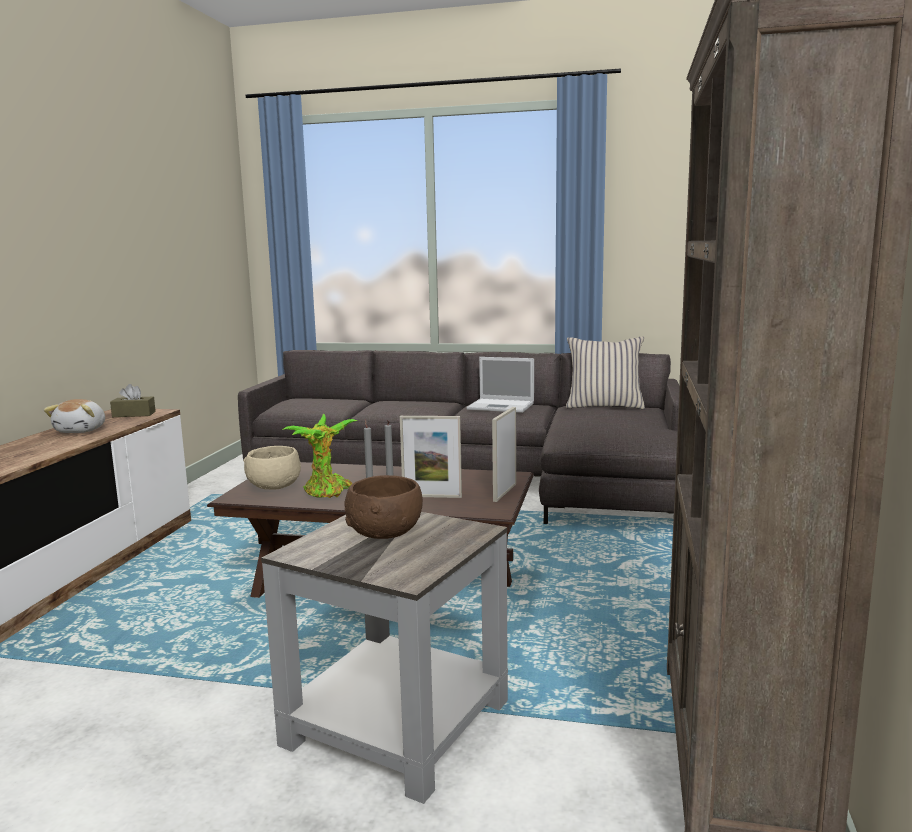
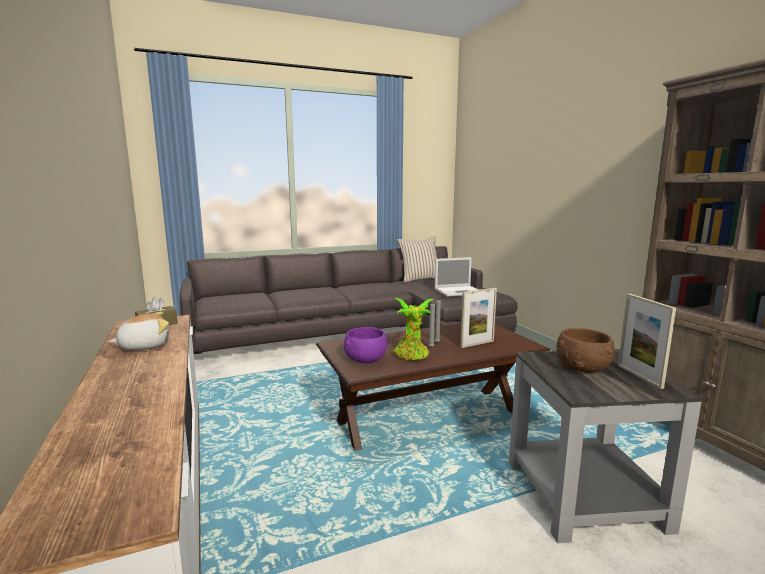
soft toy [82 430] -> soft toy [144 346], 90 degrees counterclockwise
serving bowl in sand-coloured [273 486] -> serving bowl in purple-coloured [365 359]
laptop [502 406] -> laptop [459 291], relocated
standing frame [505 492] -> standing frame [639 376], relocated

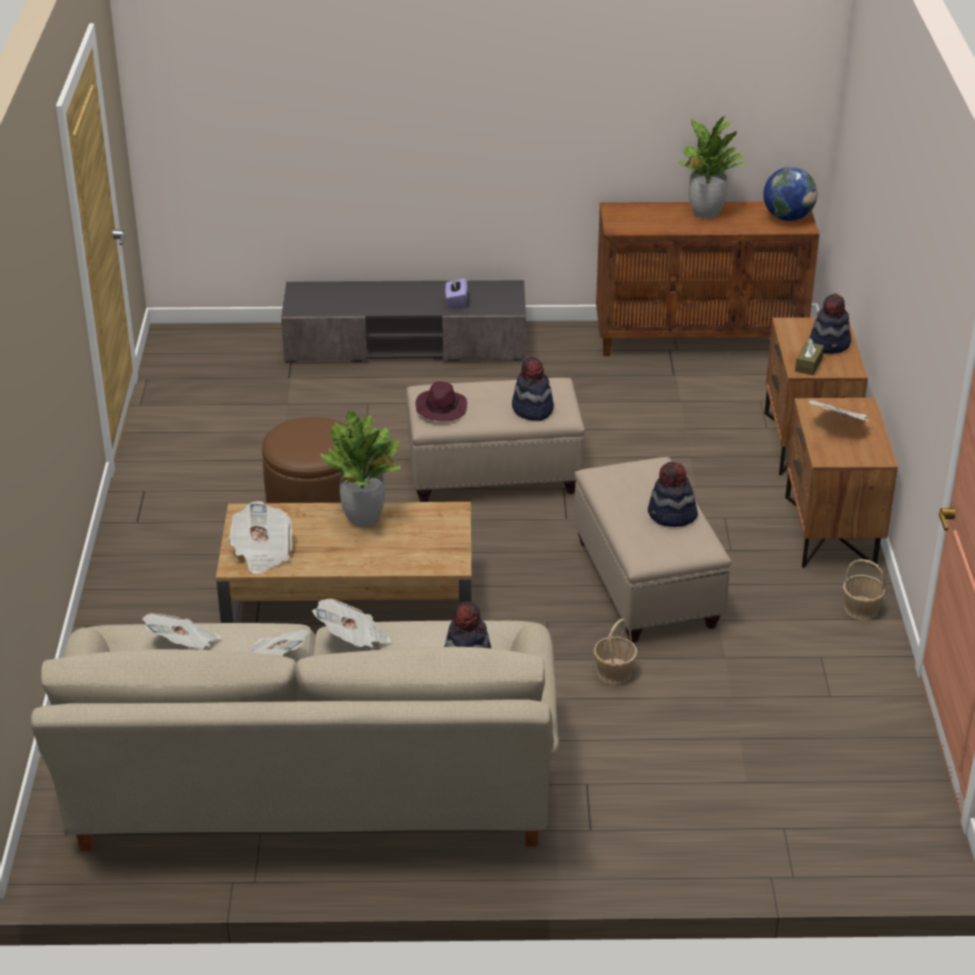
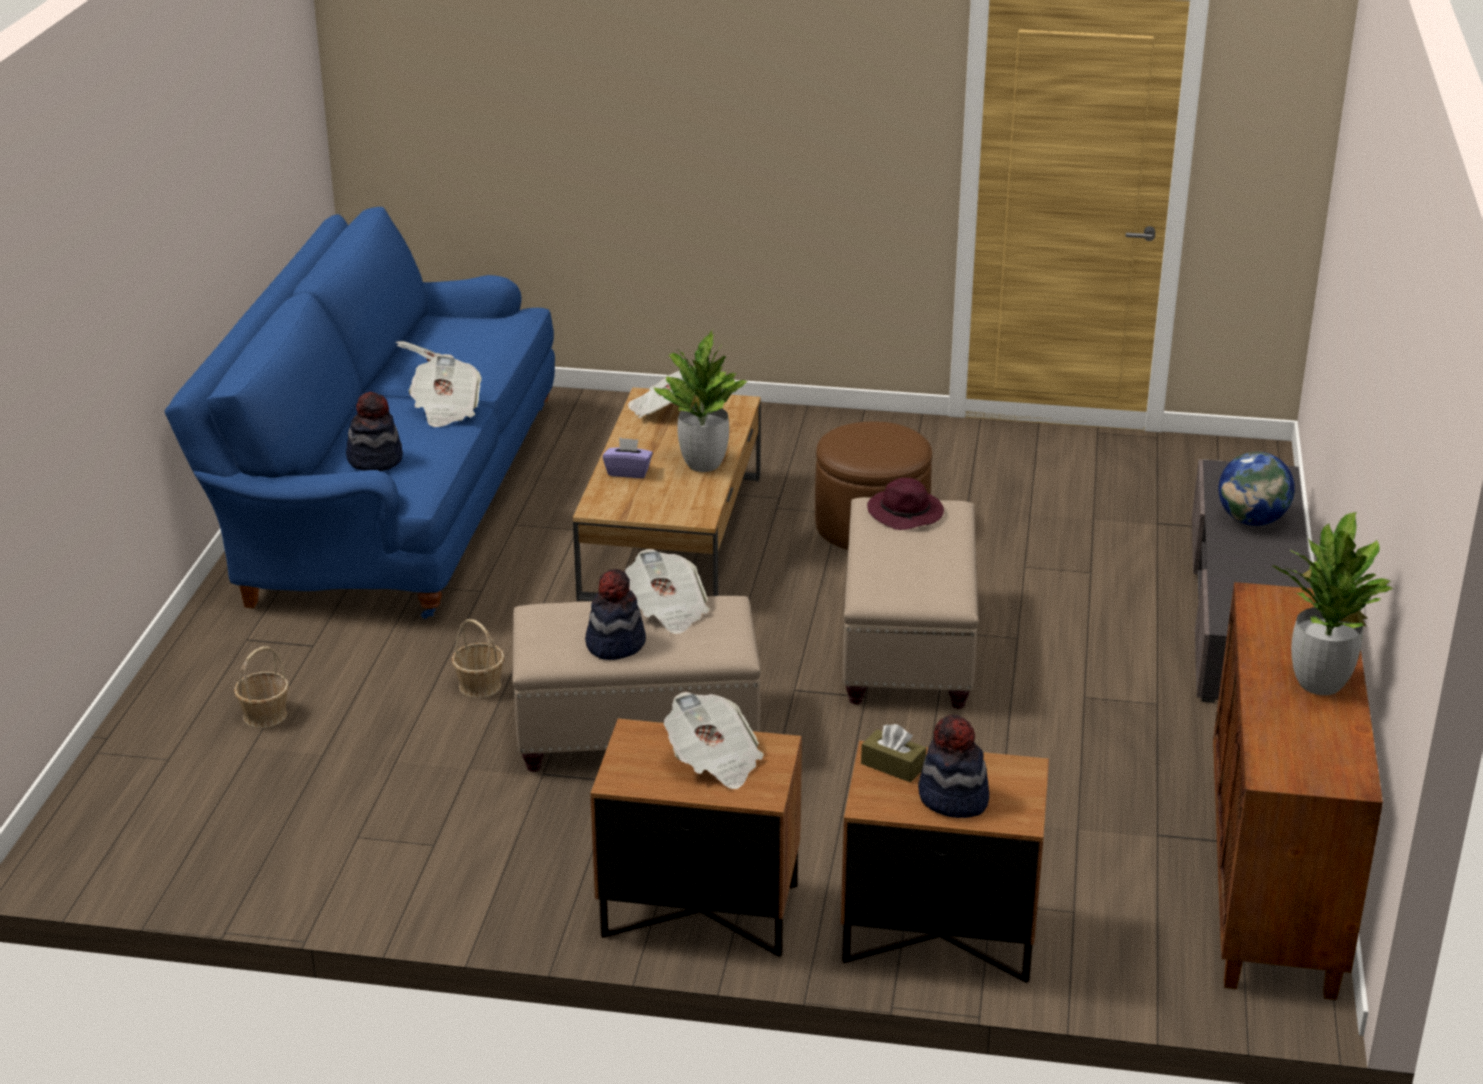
settee in sand-coloured [313 793] -> settee in bluish [391 500]
household basket [861 609] -> household basket [264 715], relocated
box of tissues in purple-coloured [456 301] -> box of tissues in purple-coloured [628 472], relocated
newspaper [184 646] -> newspaper [667 611], relocated
desk globe [787 217] -> desk globe [1252 520], relocated
clothing hat [532 409] -> none

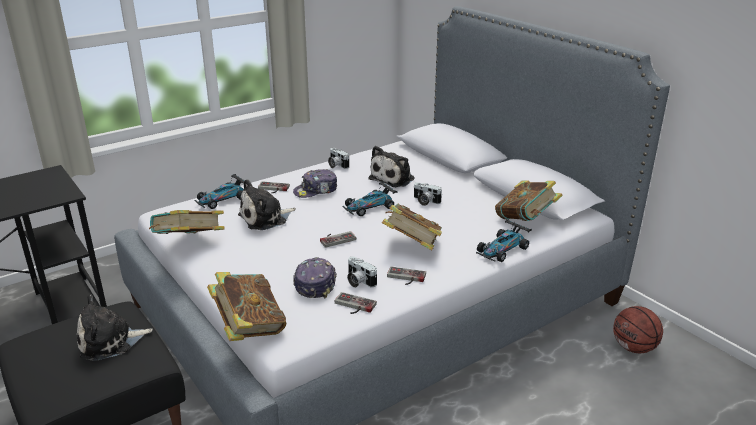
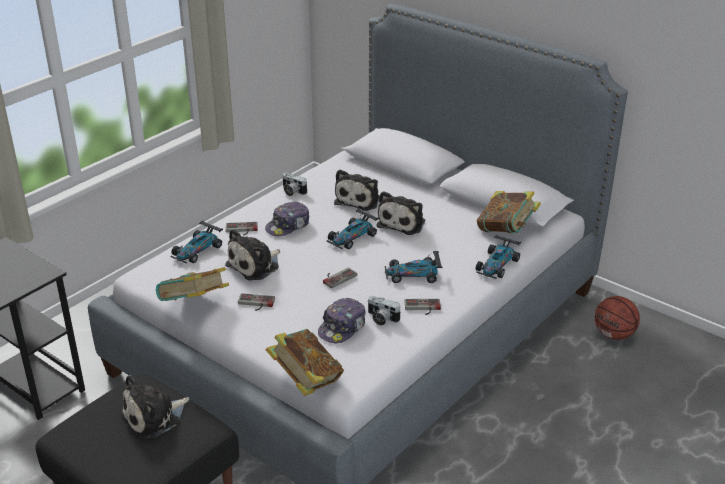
gamepad [353 306] -> gamepad [255 304], relocated
cap [315 284] -> cap [342 327], 135 degrees counterclockwise
photo camera [425 201] -> soft toy [403 223]
book [412 246] -> toy car [413 274]

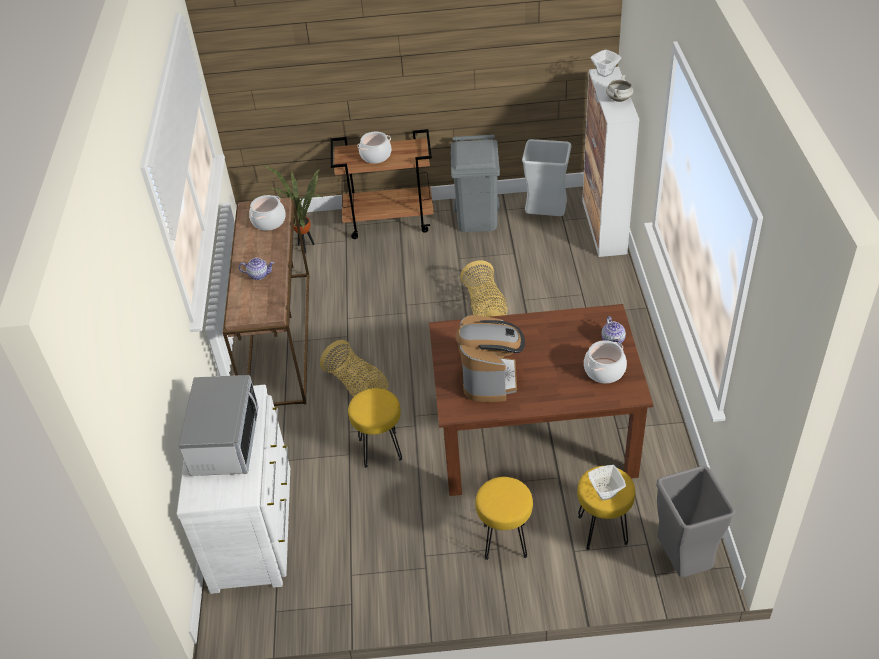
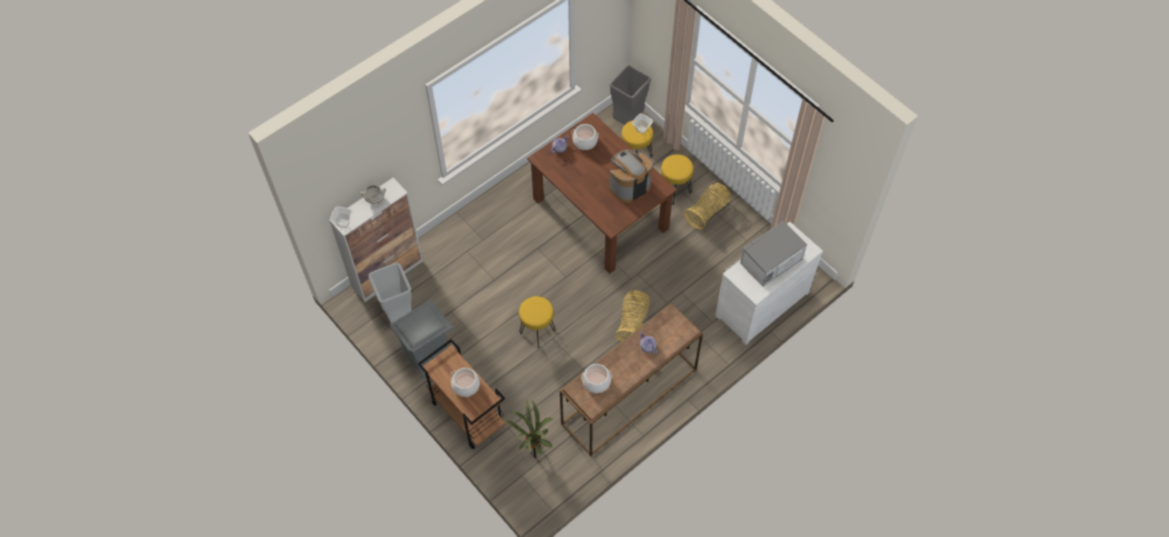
stool in yellow [379 449] -> stool in yellow [537 332], relocated
household basket [485 307] -> household basket [707 212], relocated

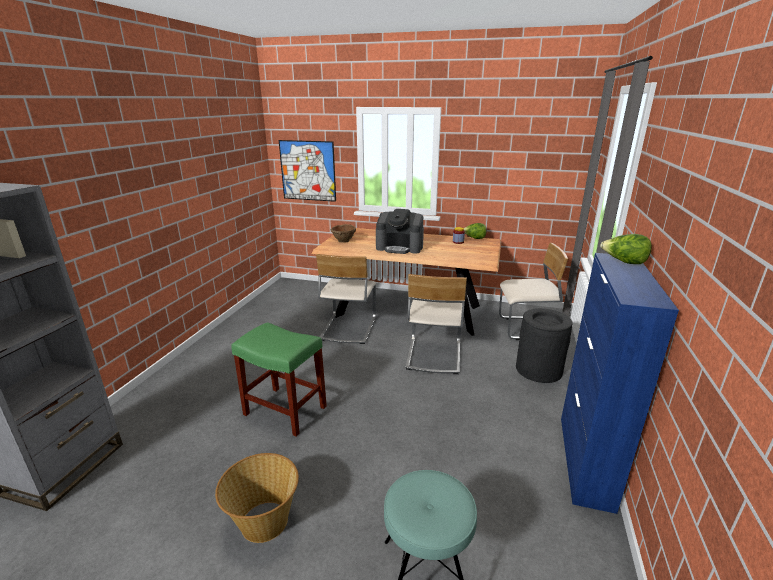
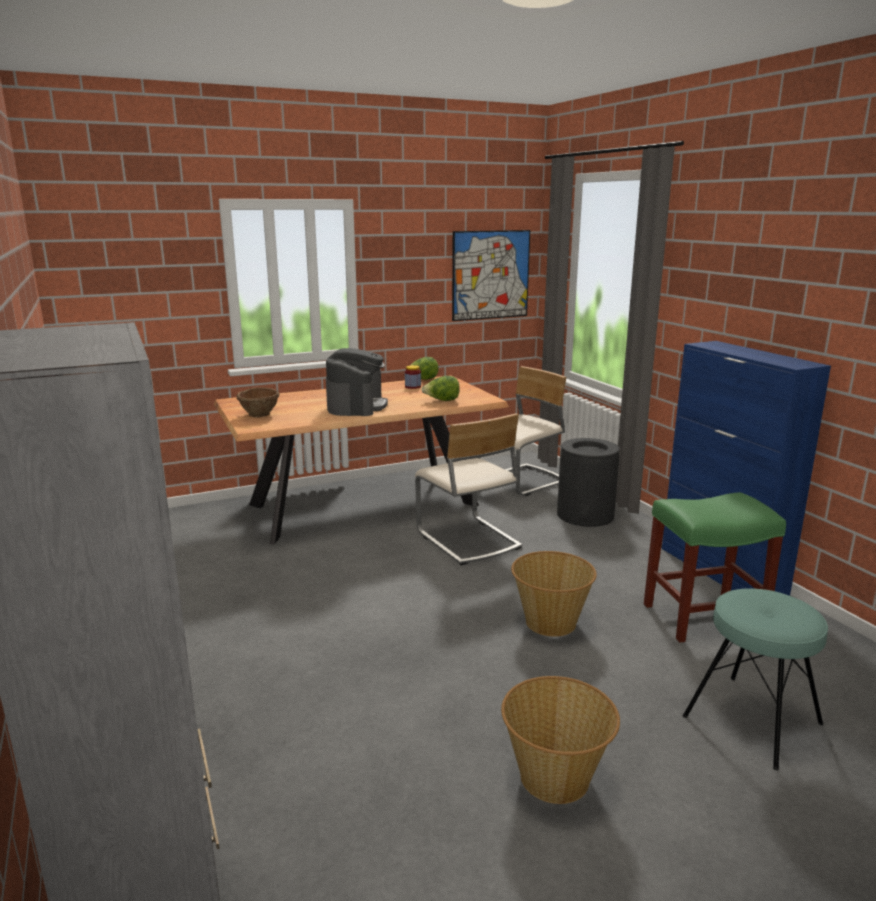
coffee machine [400 247] -> coffee machine [356 406], 60 degrees counterclockwise
head of lettuce [623 262] -> head of lettuce [442 401], relocated
wall picture [308 171] -> wall picture [491 275], relocated
none -> household basket [550 622]
stool in green-coloured [284 410] -> stool in green-coloured [702 617], relocated
chair in sand-coloured [348 329] -> none

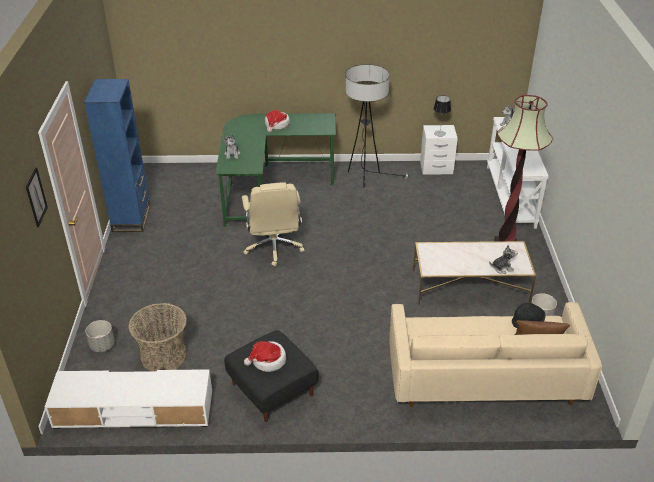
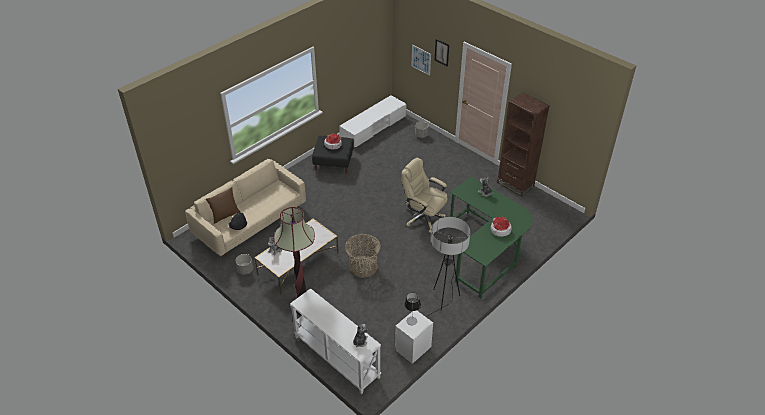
household basket [163 356] -> household basket [363 266], relocated
none -> wall picture [421 60]
shelving unit in bluish [131 218] -> shelving unit in brown [515 184]

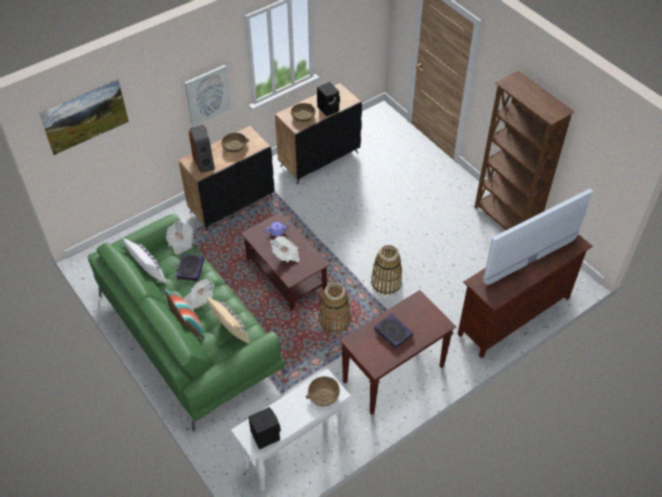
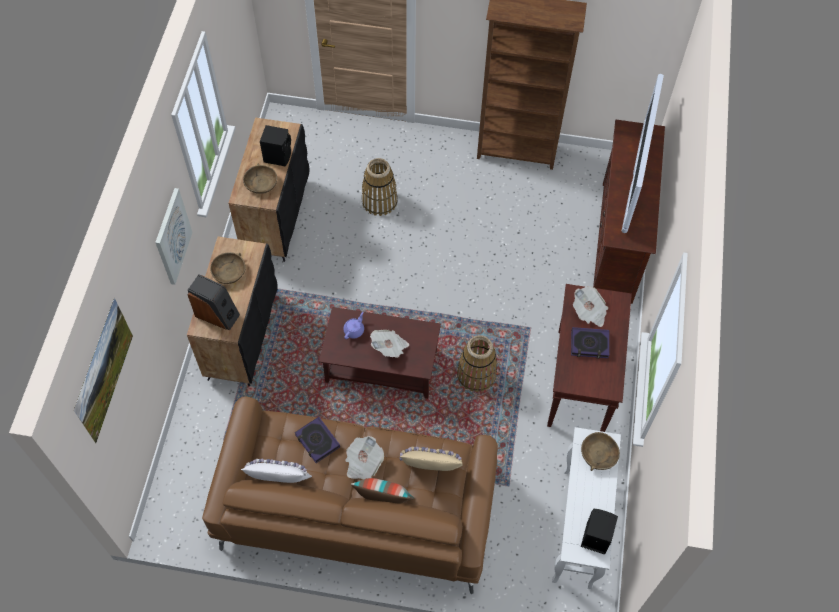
settee in green-coloured [188 332] -> settee in brown [355 506]
household basket [386 283] -> household basket [379 201], relocated
newspaper [180 243] -> newspaper [589 312], relocated

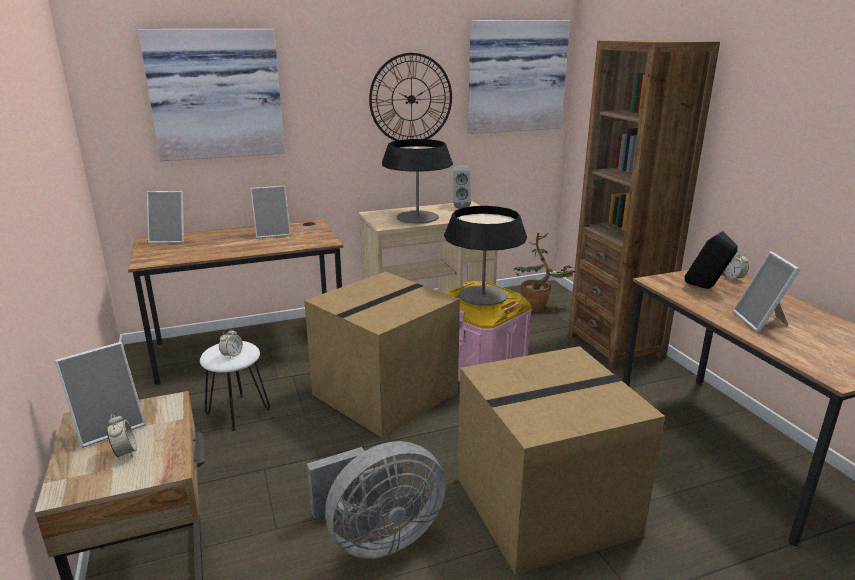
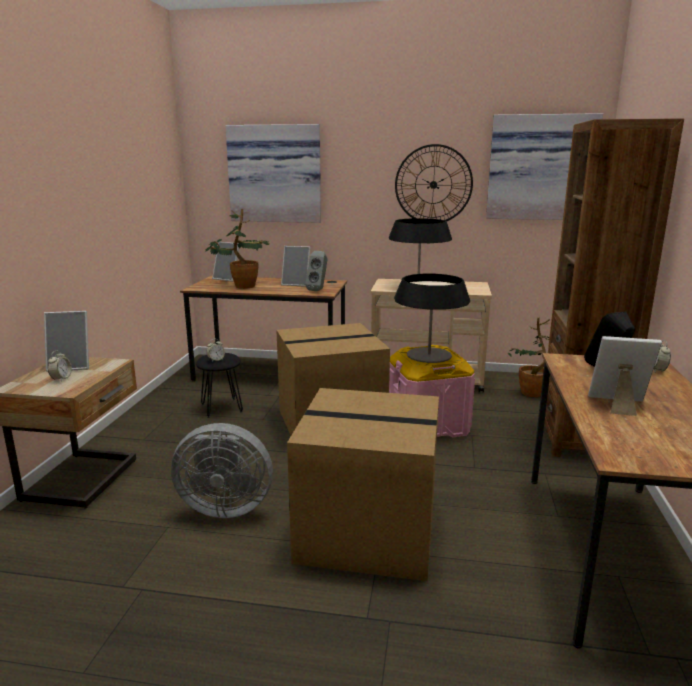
stool in white-coloured [237 412] -> stool in black-coloured [221 408]
none -> potted plant [241 286]
loudspeaker in gray [460 207] -> loudspeaker in gray [318 290], relocated
standing frame [761 322] -> standing frame [617 405], 75 degrees clockwise

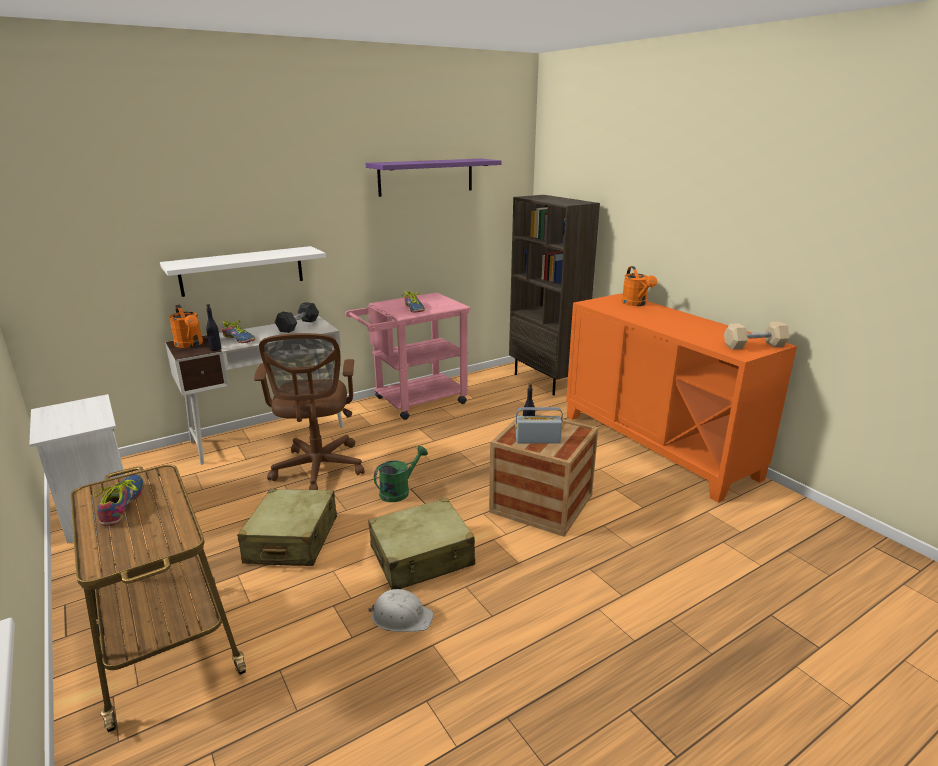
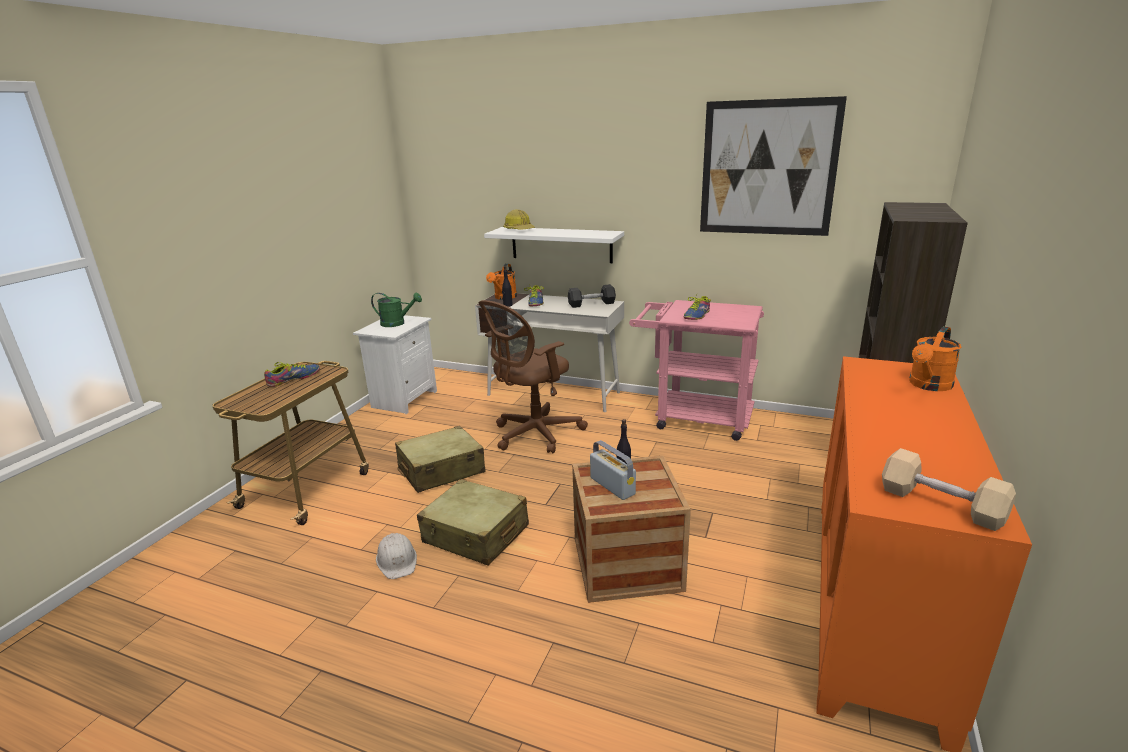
watering can in green-coloured [399 491] -> watering can in green-coloured [397 323], relocated
none -> hard hat [519 230]
shelf in purple-coloured [426 177] -> wall picture [767 168]

